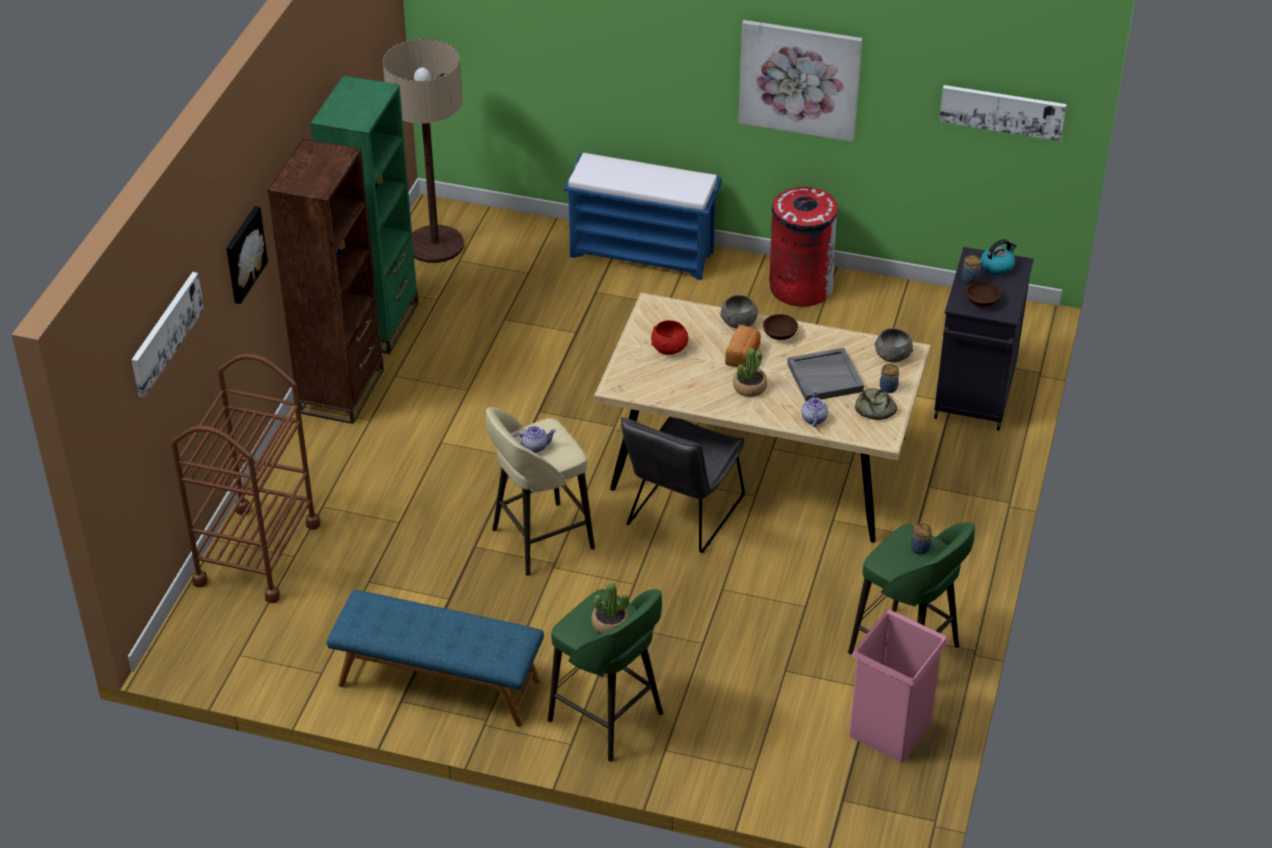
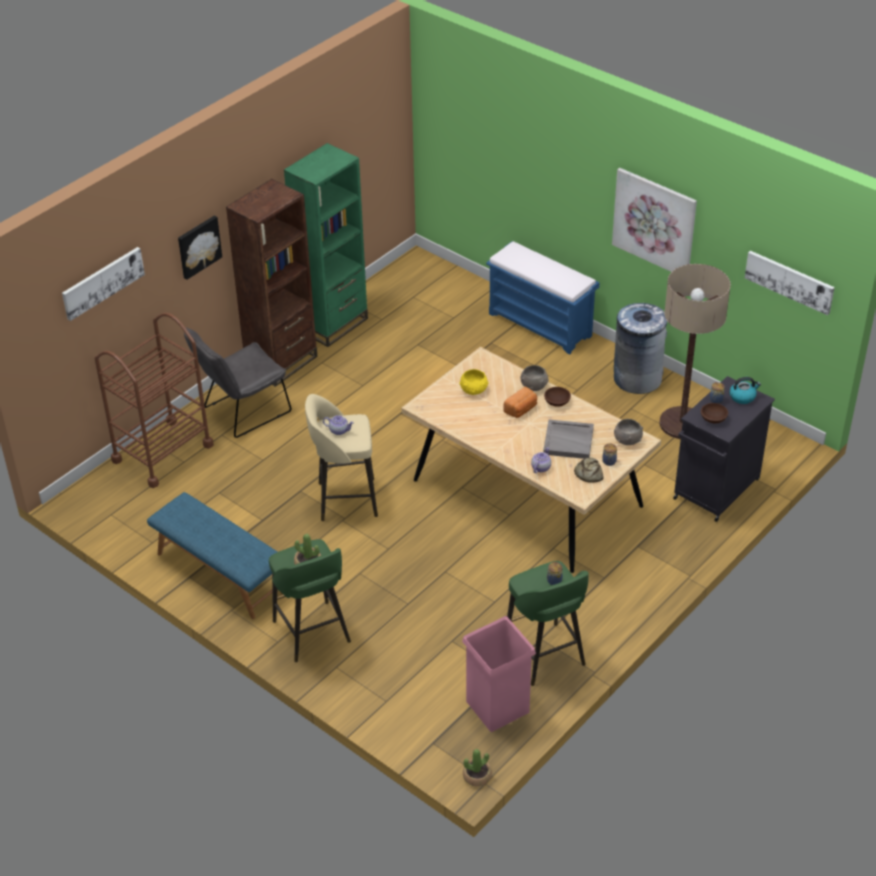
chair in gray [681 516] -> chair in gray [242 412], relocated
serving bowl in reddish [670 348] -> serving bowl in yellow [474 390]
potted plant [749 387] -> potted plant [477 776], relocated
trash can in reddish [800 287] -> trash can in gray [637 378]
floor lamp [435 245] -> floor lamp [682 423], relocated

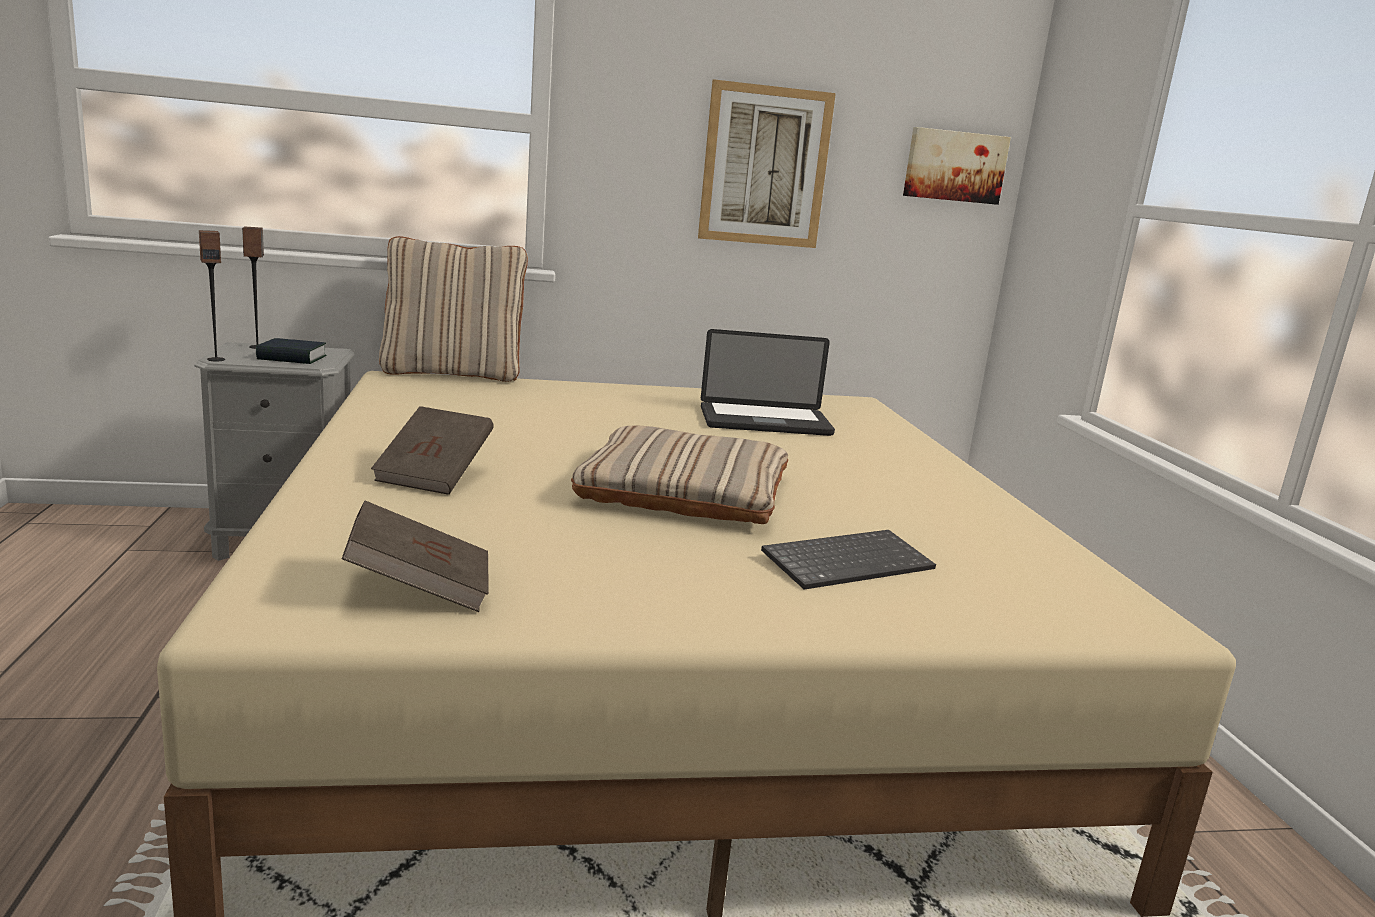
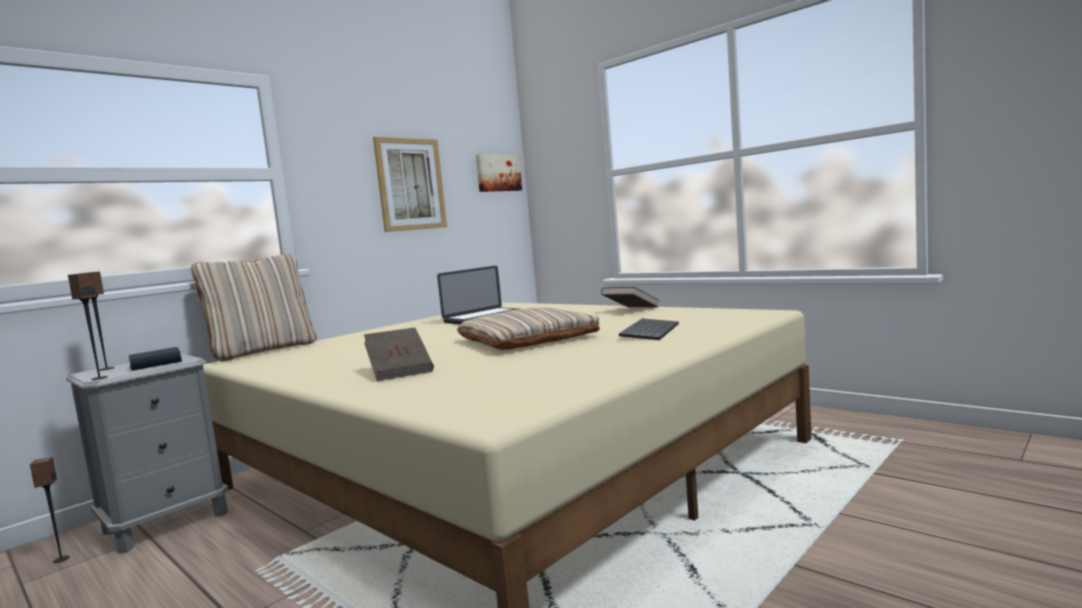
none -> loudspeaker [61 559]
book in brown [419 588] -> book in brown [631 310], relocated

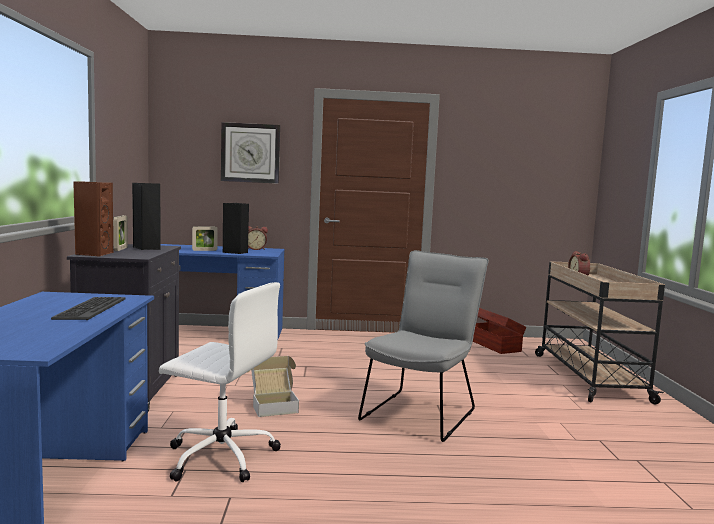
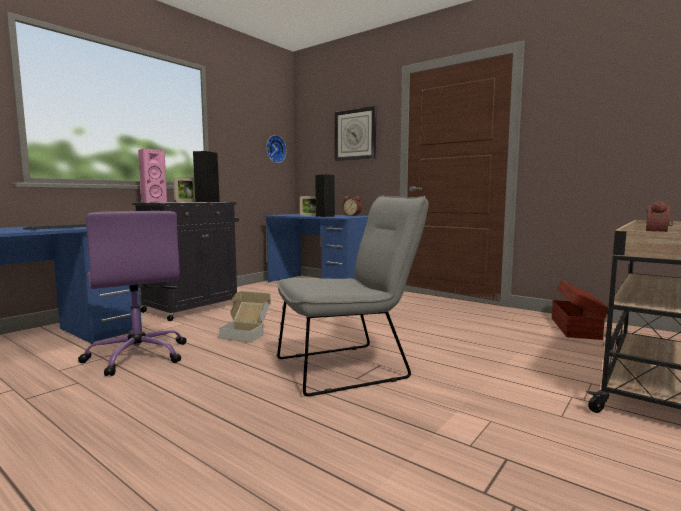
computer chair in white-coloured [220 456] -> computer chair in purple-coloured [138 356]
loudspeaker in brown [94 254] -> loudspeaker in pinkish [152 202]
none -> wall clock [274 149]

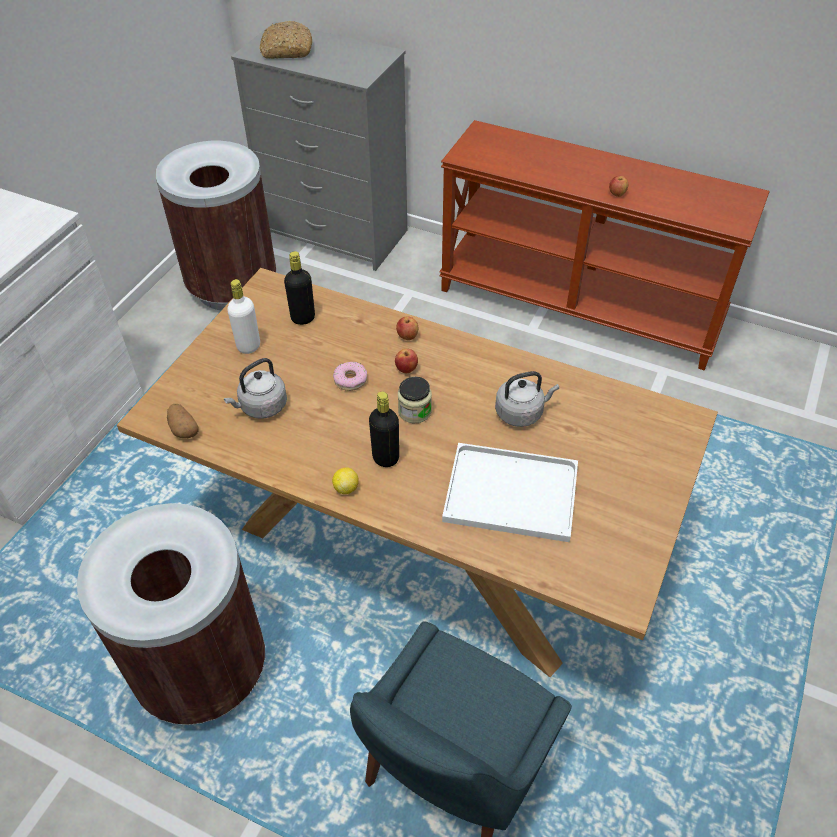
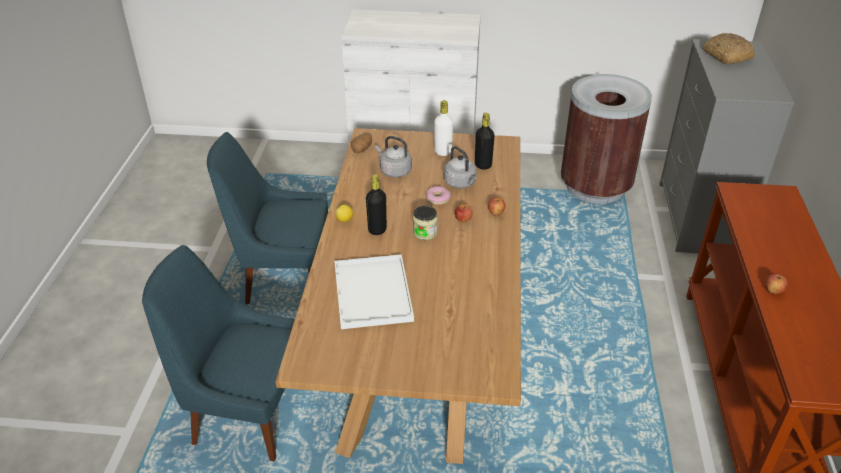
trash can in brown [202 671] -> chair in bluish [283 278]
tea kettle in gray [521 412] -> tea kettle in gray [461 183], relocated

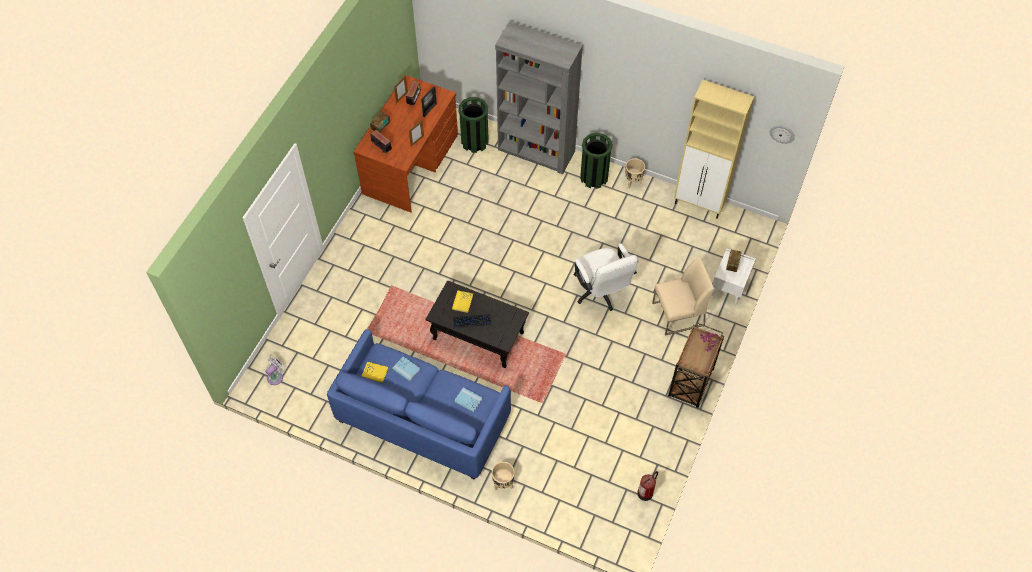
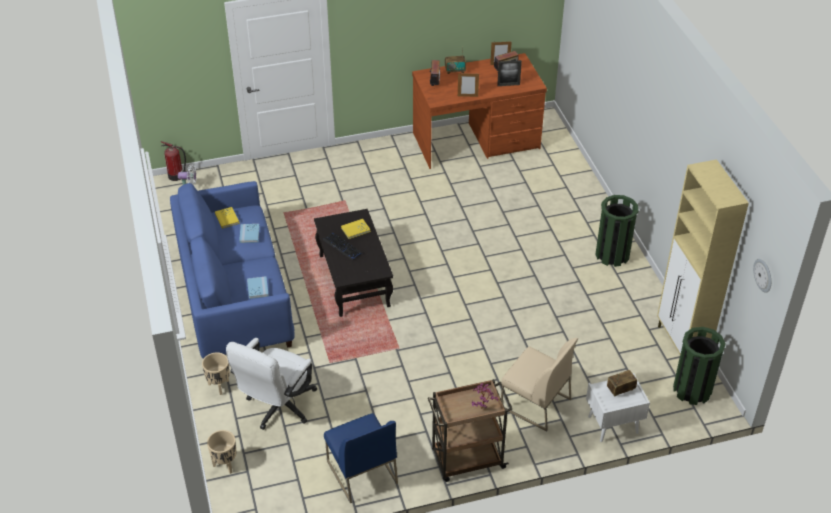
fire-fighting cylinder [646 492] -> fire-fighting cylinder [177 176], relocated
planter in sand-coloured [633 182] -> planter in sand-coloured [225 464], relocated
computer chair in white-coloured [601 292] -> computer chair in white-coloured [277 408], relocated
none -> chair in bluish [361 472]
trash can in green-coloured [475 142] -> trash can in green-coloured [692 390], relocated
shelving unit in gray [536 151] -> none

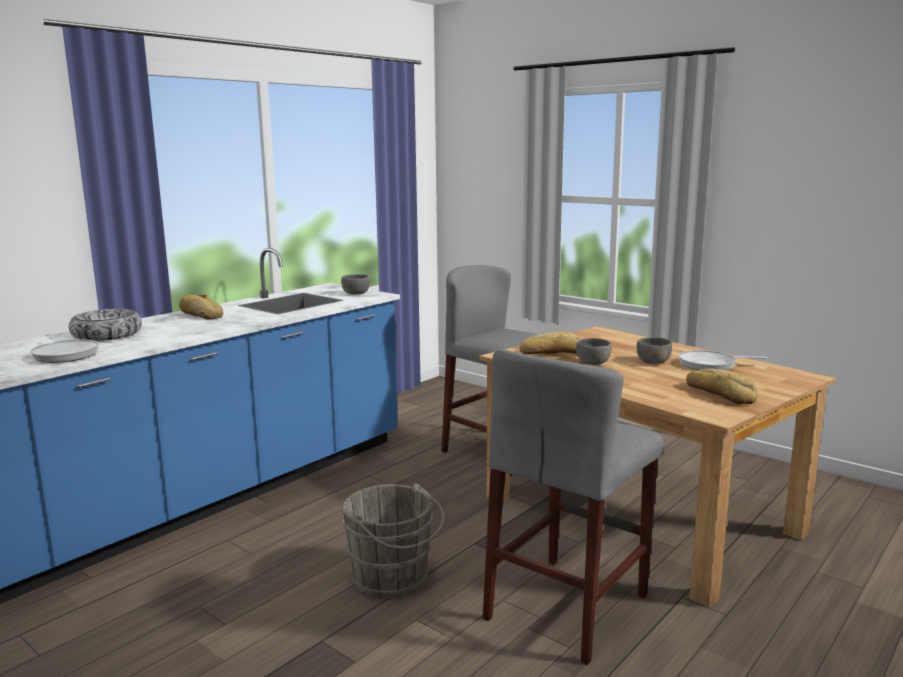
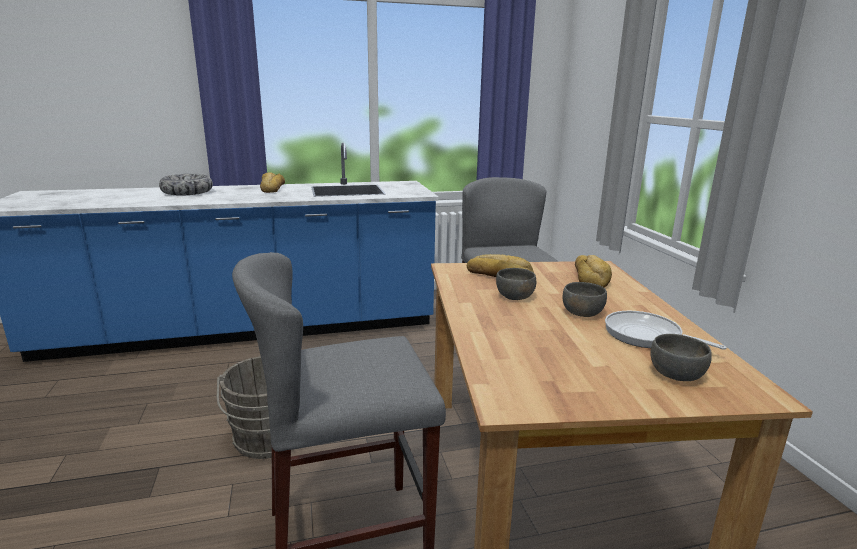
bread [720 393] -> bread [591 277], relocated
serving bowl in gray [356 293] -> serving bowl in gray [677 374], relocated
frying pan [65 354] -> none

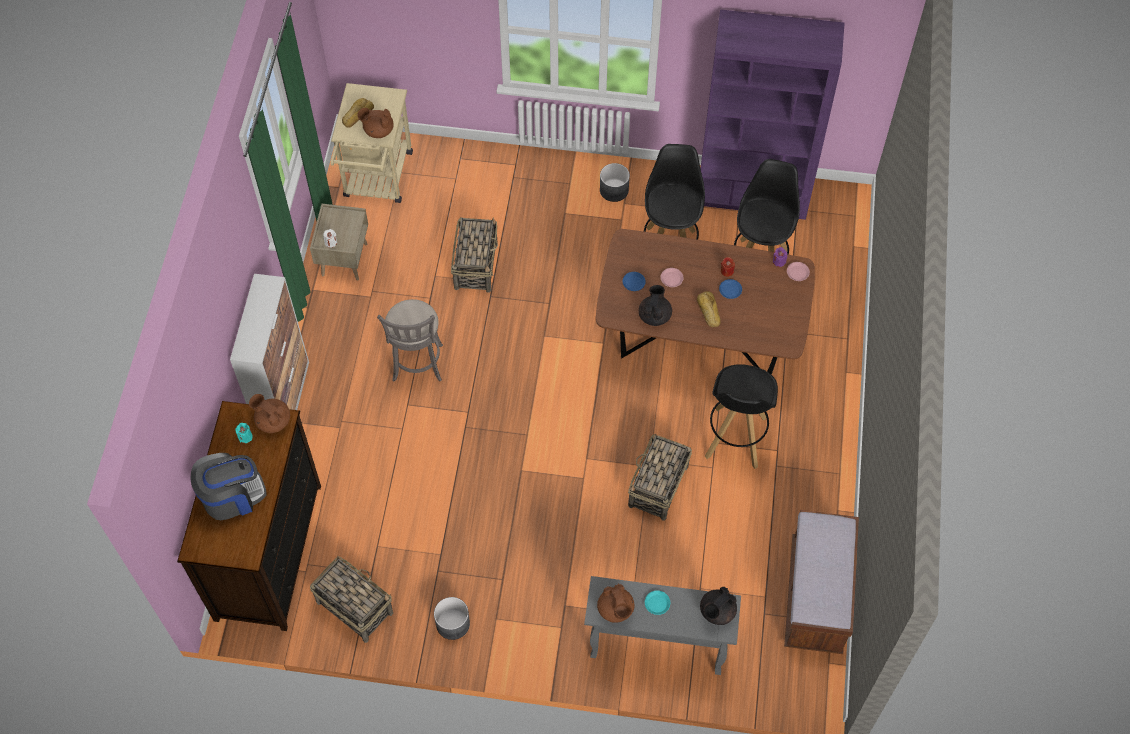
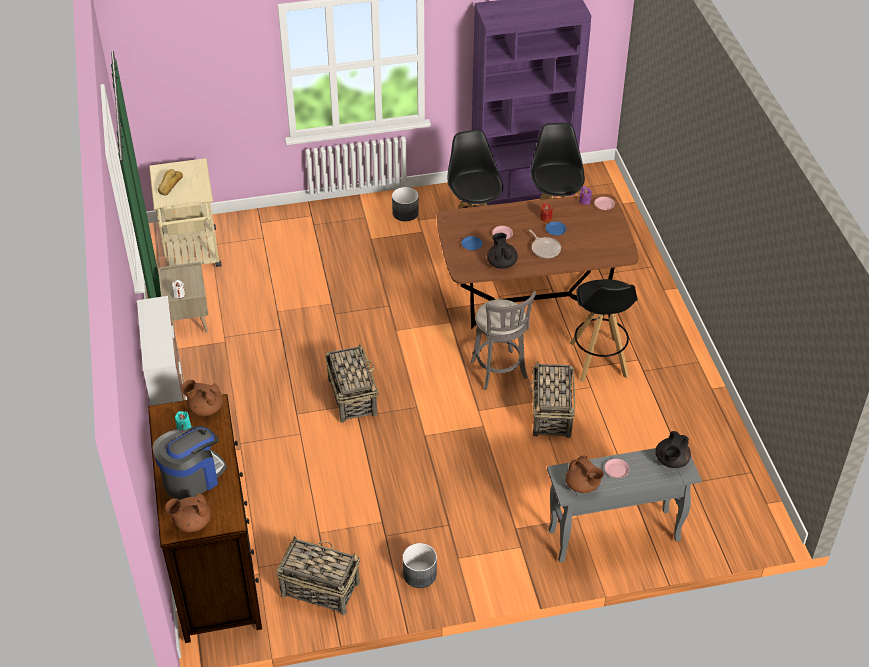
teapot in brown [378 130] -> teapot in brown [191 522], relocated
household basket [476 265] -> household basket [352 396], relocated
stool in gray [417 365] -> stool in gray [499 372], relocated
bread [708 311] -> frying pan [545 249]
flat dish in turquoise-coloured [657 603] -> flat dish in pinkish [616 470]
bench in brown [816 596] -> none

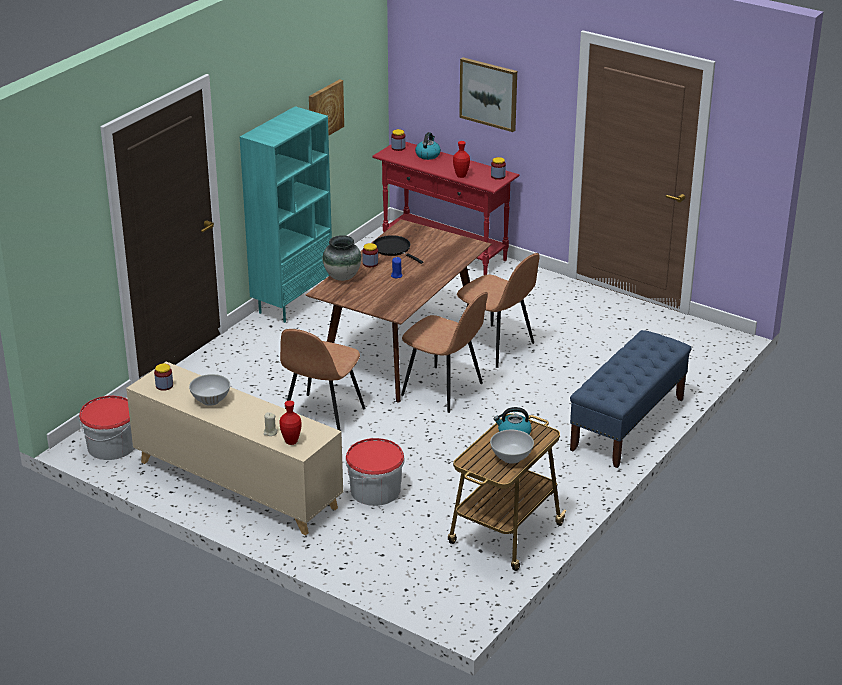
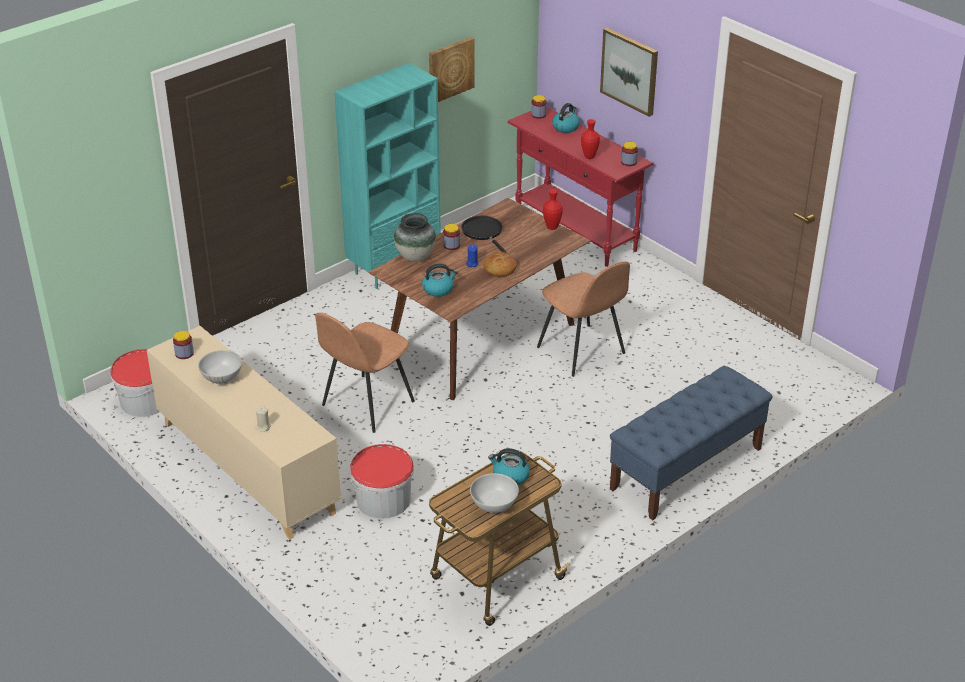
none -> tea kettle [438 289]
none -> bread [499 269]
flower vase in reddish [291 442] -> flower vase in reddish [552 227], relocated
chair in brown [444 390] -> none

